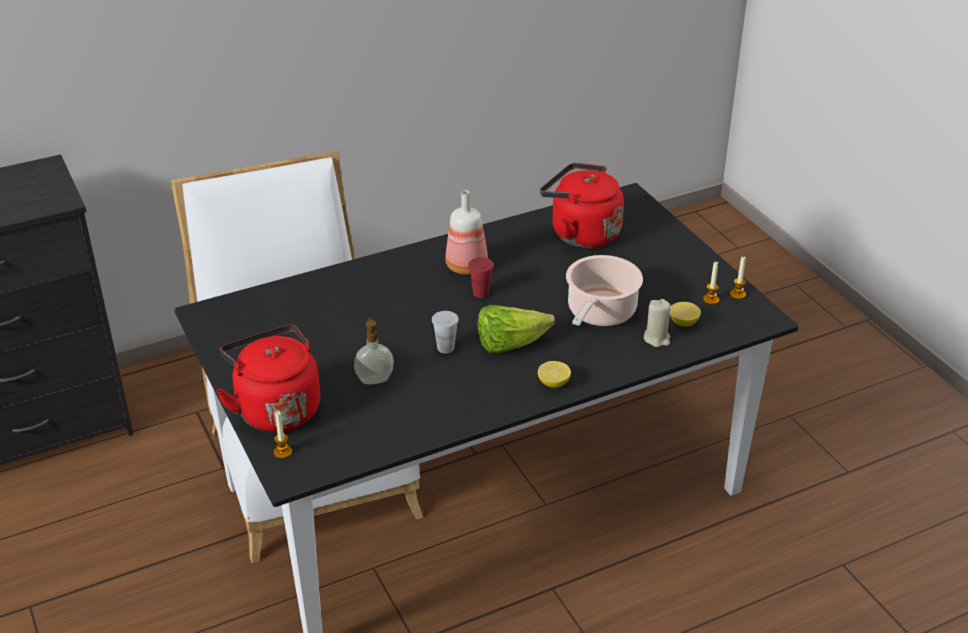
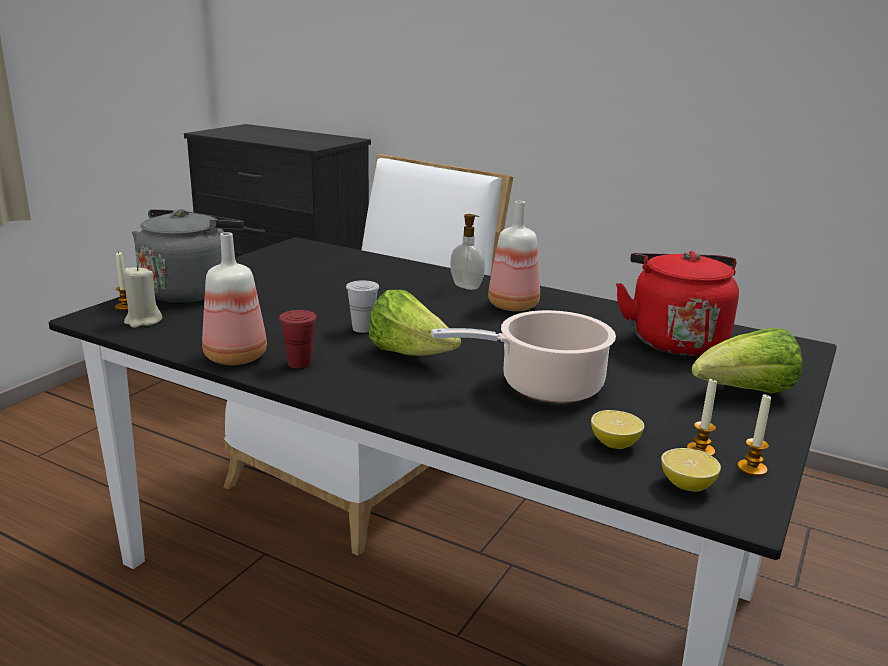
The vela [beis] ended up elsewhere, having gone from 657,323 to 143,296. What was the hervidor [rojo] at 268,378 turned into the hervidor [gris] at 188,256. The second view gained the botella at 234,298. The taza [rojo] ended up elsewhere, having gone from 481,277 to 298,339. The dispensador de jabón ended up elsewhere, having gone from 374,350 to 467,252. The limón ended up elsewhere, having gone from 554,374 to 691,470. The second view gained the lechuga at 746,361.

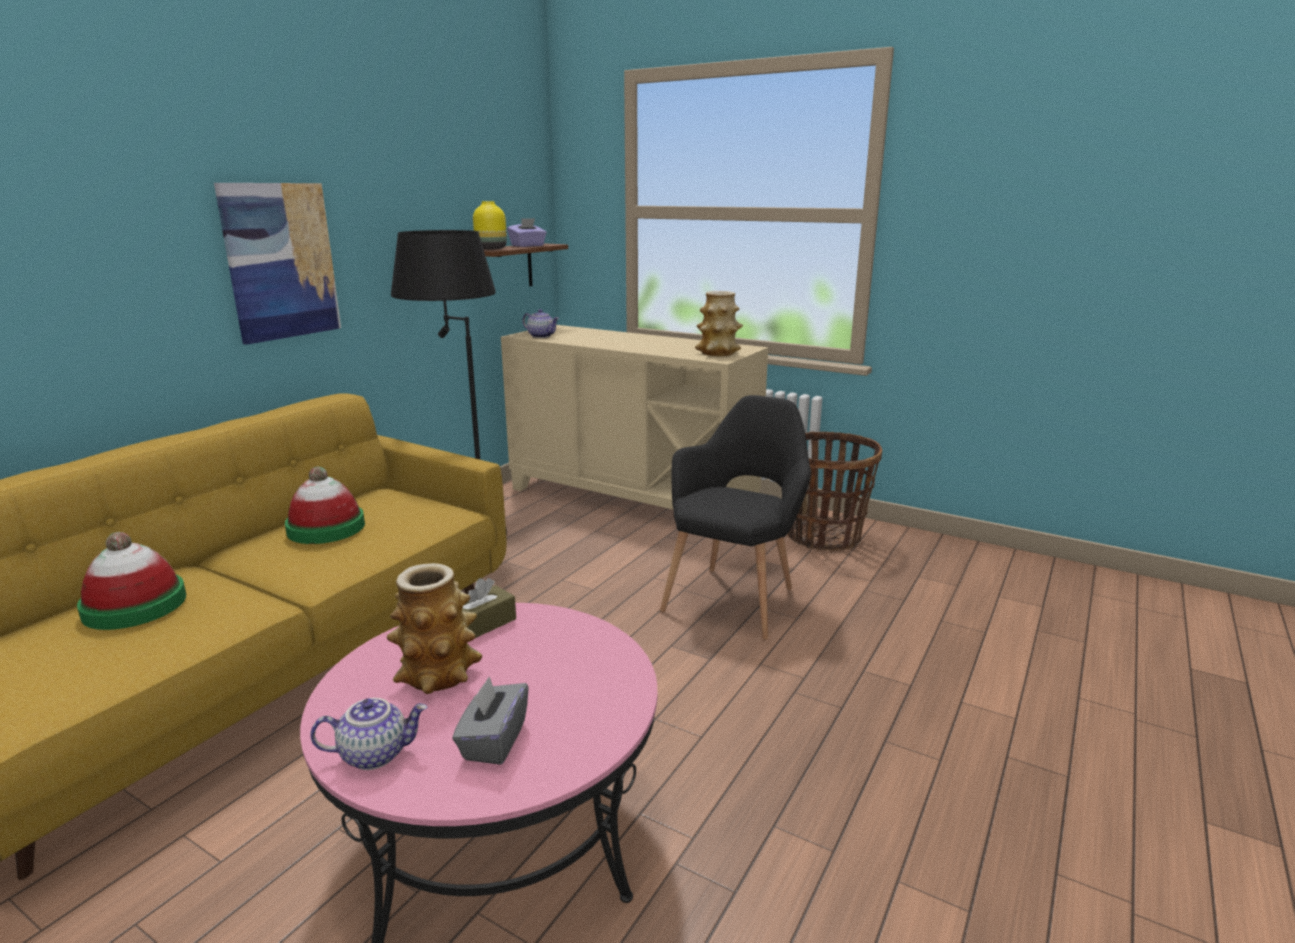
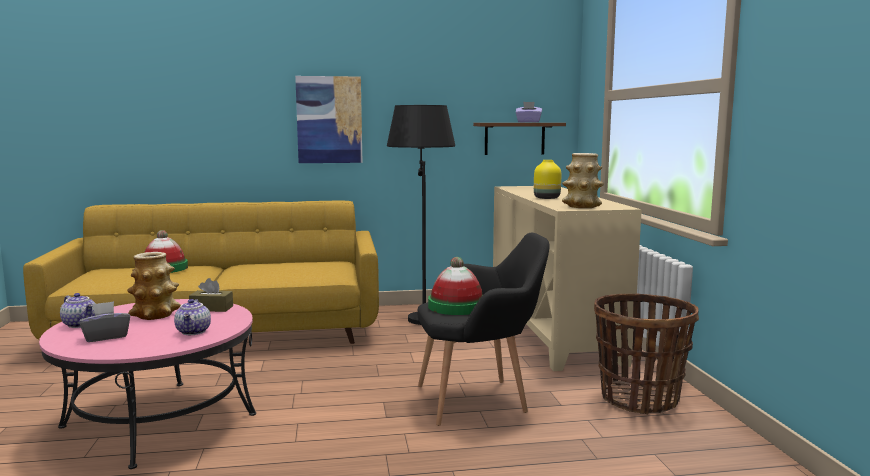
The tetera ended up elsewhere, having gone from 540,323 to 192,317. The sombrero ended up elsewhere, having gone from 325,505 to 455,286. The florero [amarillo] ended up elsewhere, having gone from 490,225 to 547,179.

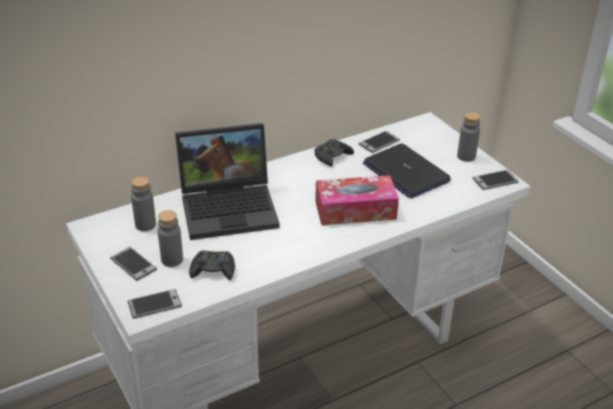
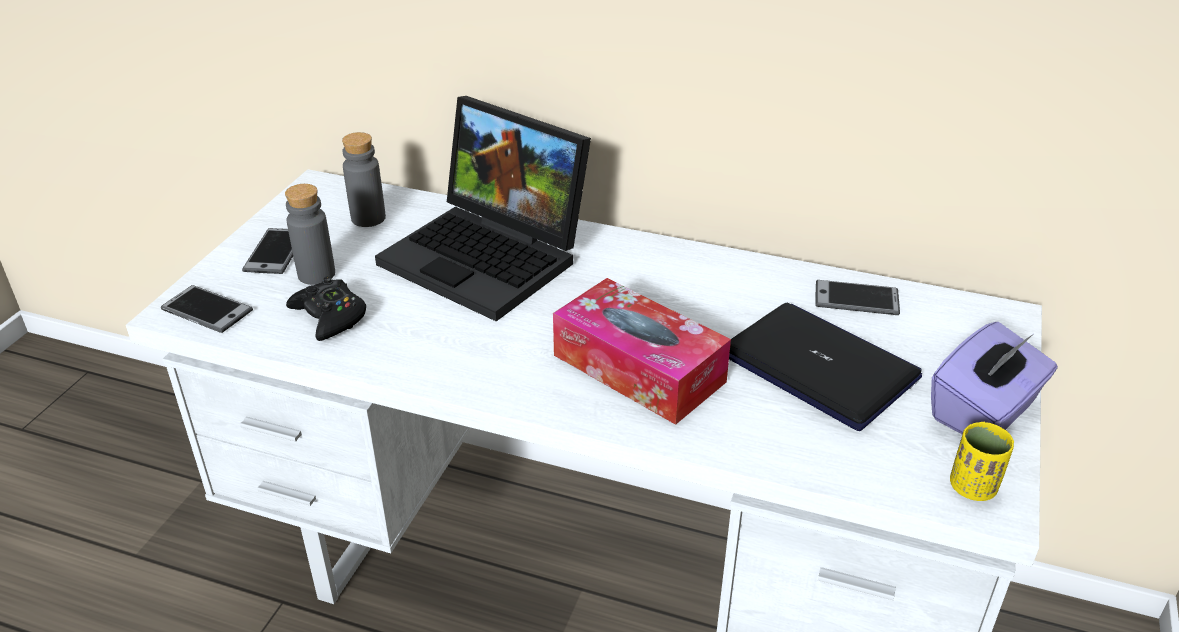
The portátil at 407,170 ended up facing another way, 120 degrees clockwise from before. Where the botella [gris] stood at 468,137, the caja de pañuelos [morado] came to stand at 994,378. Where the móvil stood at 495,180, the taza [amarillo] came to stand at 982,461. The second view lost the mando de consola [negro] at 334,153.

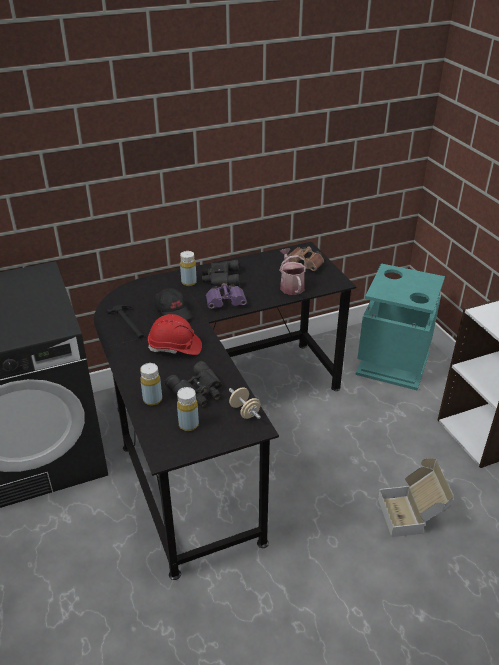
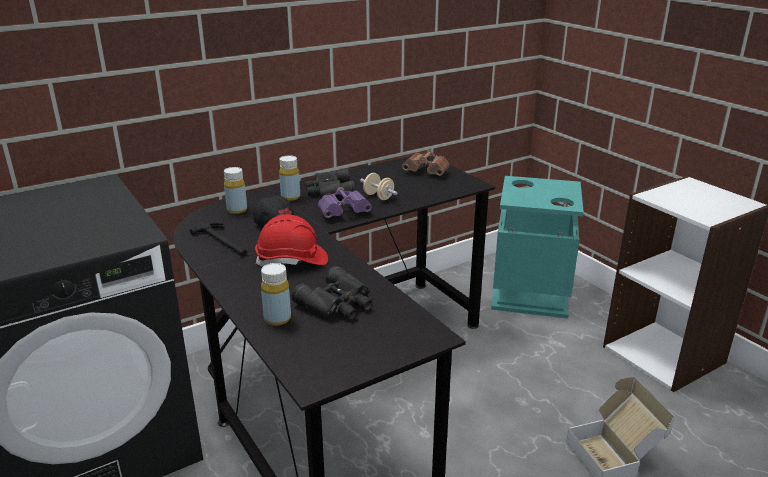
The botella [amarillo] ended up elsewhere, having gone from 188,409 to 235,190. The mancuerna [beis] ended up elsewhere, having gone from 245,403 to 379,186. The second view lost the regadera at 293,272.

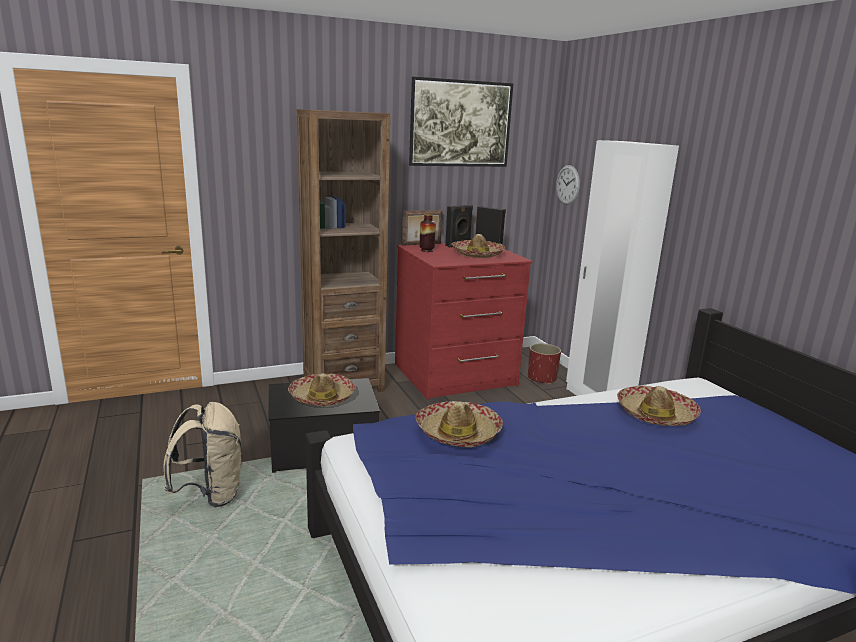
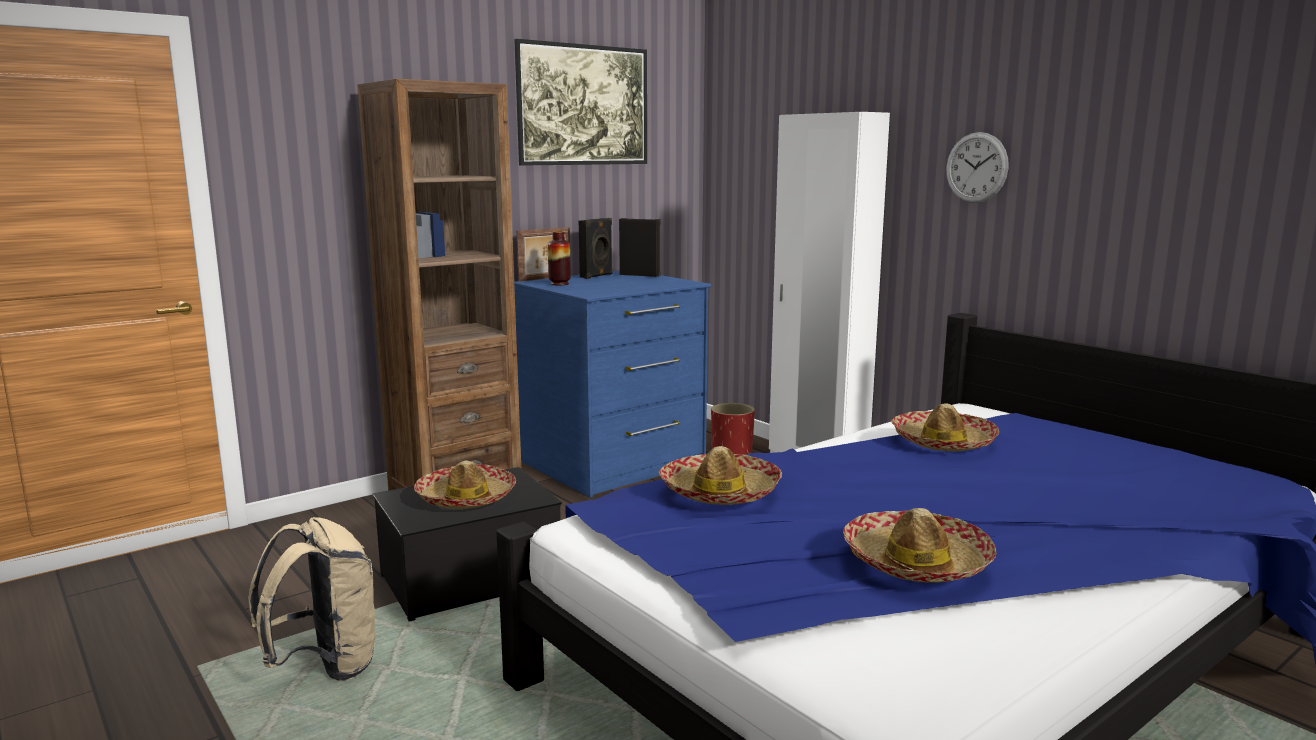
What was the cómoda [rojo] at 464,321 turned into the cómoda [azul] at 612,384. The sombrero ended up elsewhere, having gone from 478,246 to 920,545. The reloj de pared ended up elsewhere, having gone from 568,185 to 977,167.

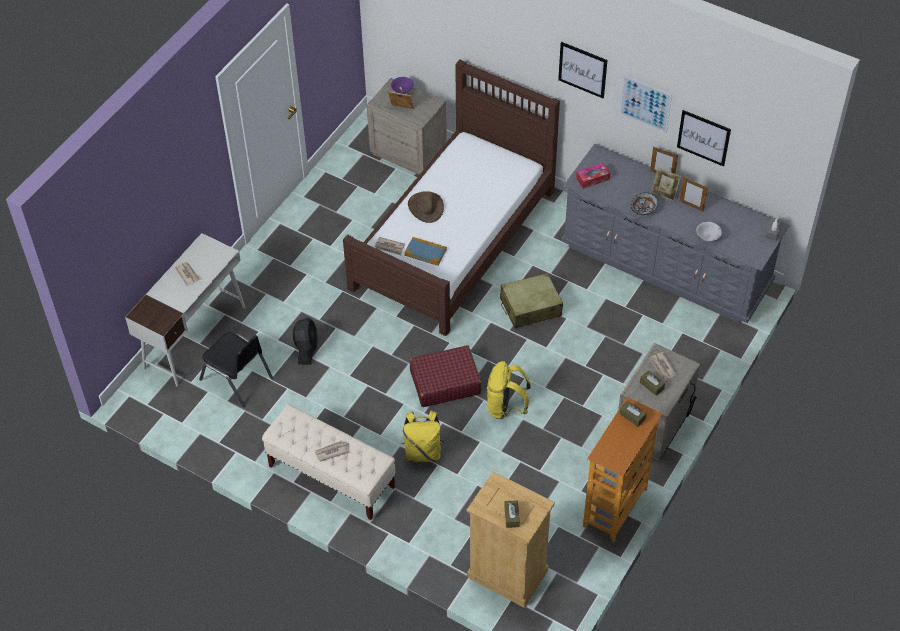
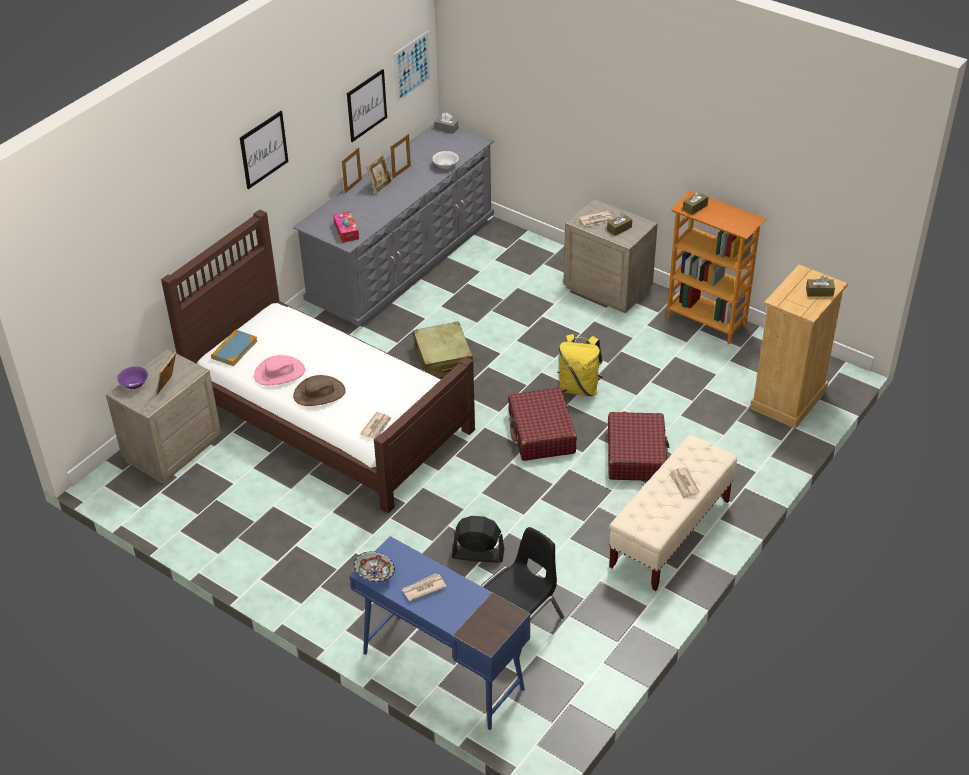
The libro ended up elsewhere, having gone from 425,251 to 234,347. The second view gained the sombrero [rosa] at 279,370. What was the escritorio [blanco] at 185,309 turned into the escritorio [azul] at 439,633. The cuenco ended up elsewhere, having gone from 644,203 to 374,567. The cuadro ended up elsewhere, having gone from 645,104 to 412,67. Where the mochila [amarillo] stood at 422,436, the maleta [rojo] came to stand at 638,446.

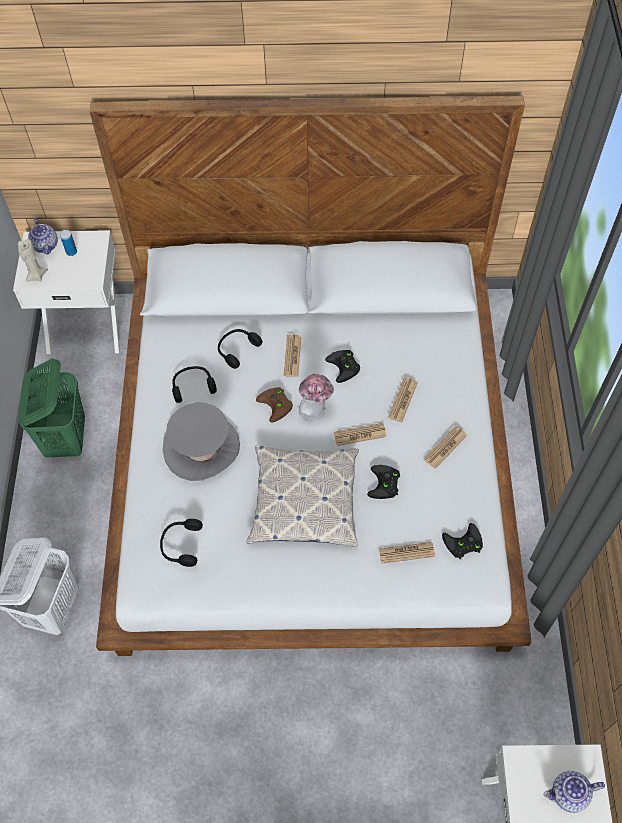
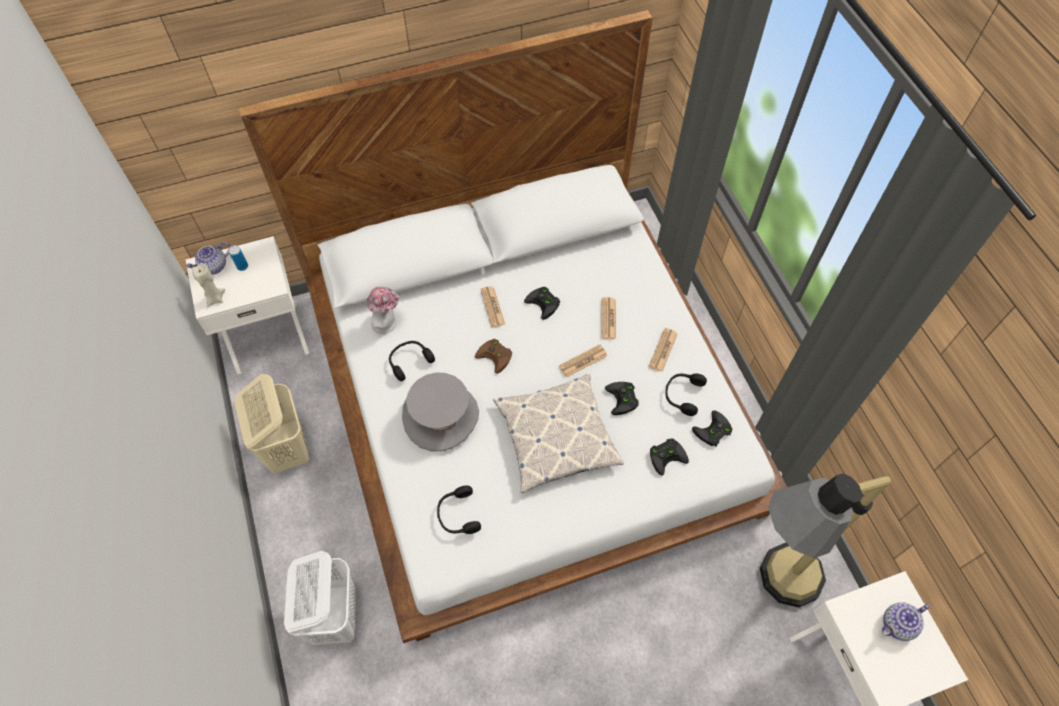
The tetera at 43,235 ended up facing another way, 90 degrees clockwise from before. What was the cesto de la ropa [verde] at 51,407 turned into the cesto de la ropa [beis] at 272,424. The sombrero ended up elsewhere, having gone from 316,397 to 382,310. Where the periódico stood at 407,553, the mando de consola [negro] came to stand at 669,457. The auriculares [negro] ended up elsewhere, having gone from 240,349 to 686,394. The second view gained the lámpara de pie at 825,540.

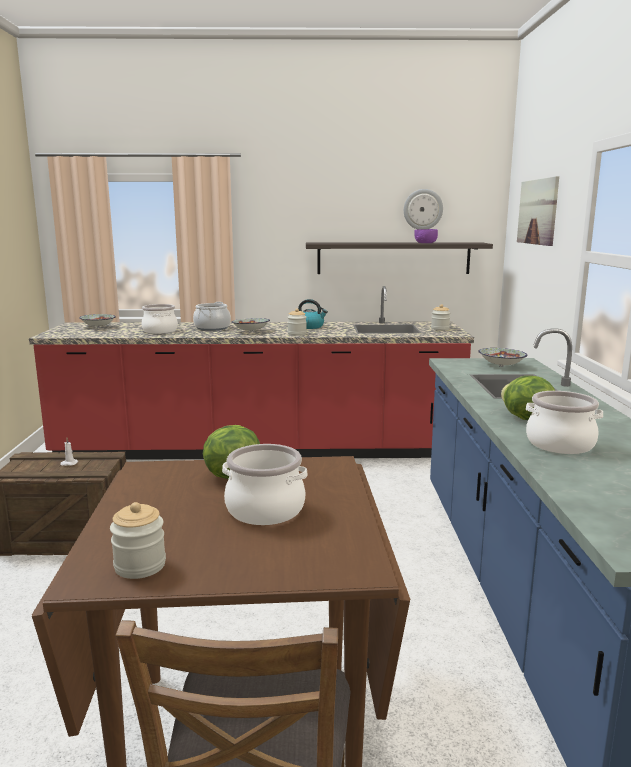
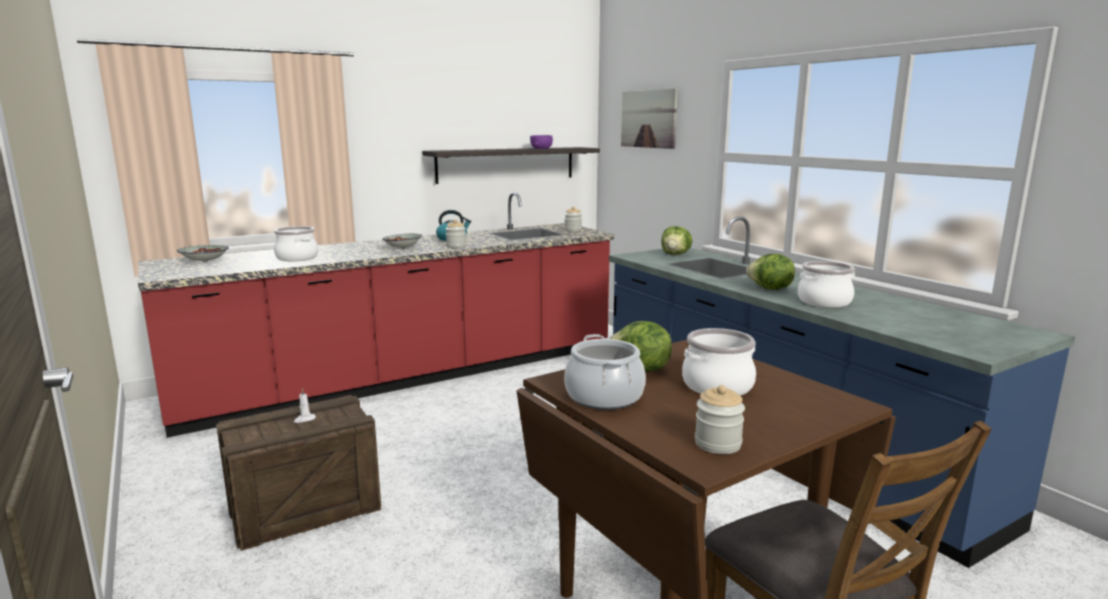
The olla ended up elsewhere, having gone from 212,316 to 605,372. Where the cuenco stood at 502,357, the lechuga came to stand at 677,240. The second view lost the reloj de pared at 423,209.

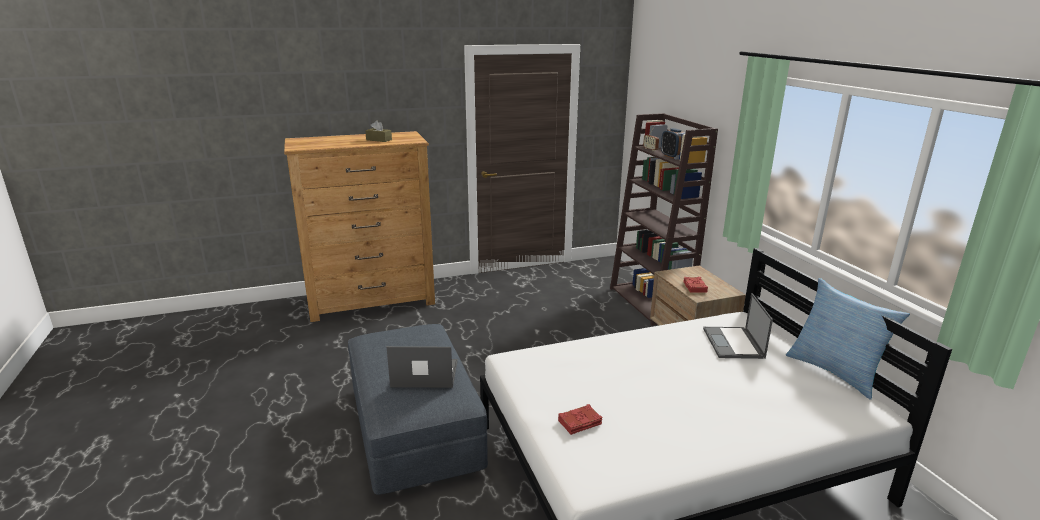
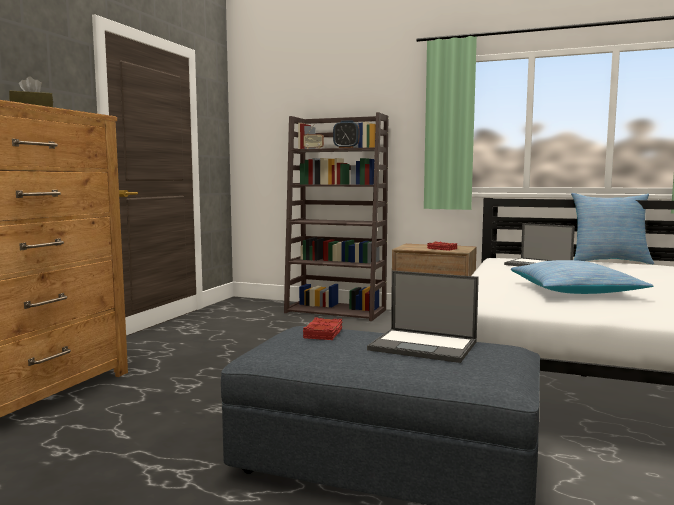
The libro [rojo] ended up elsewhere, having gone from 580,419 to 323,328. The portátil at 422,367 ended up facing another way, 105 degrees counterclockwise from before. The second view gained the cojín at 582,277.

